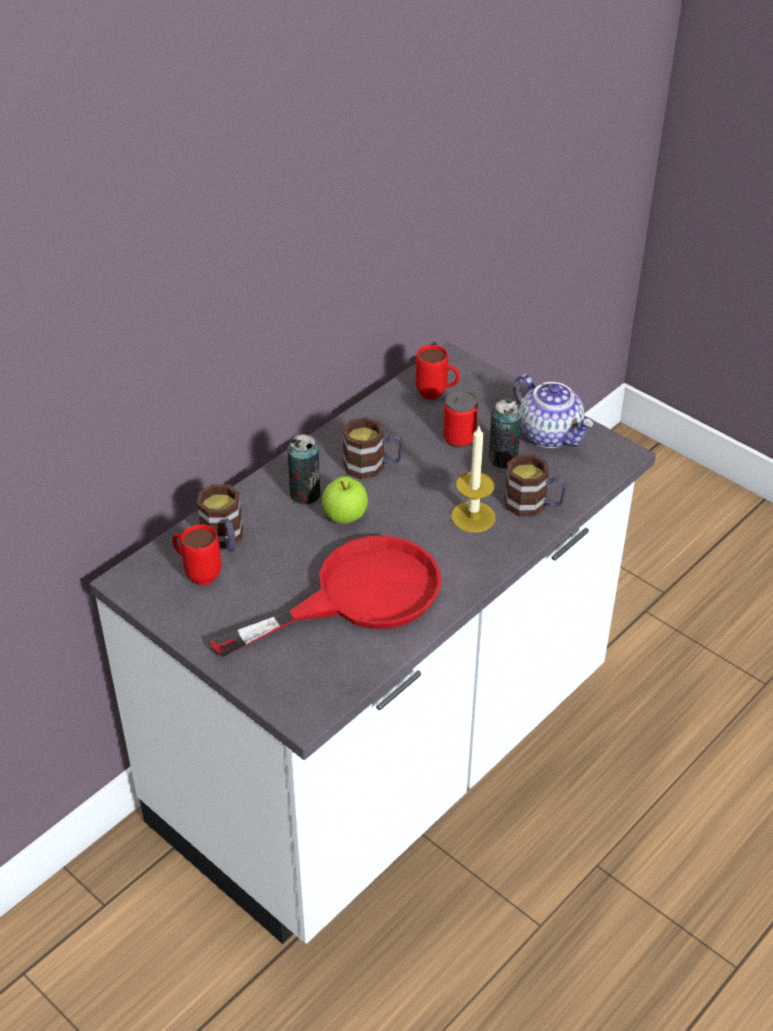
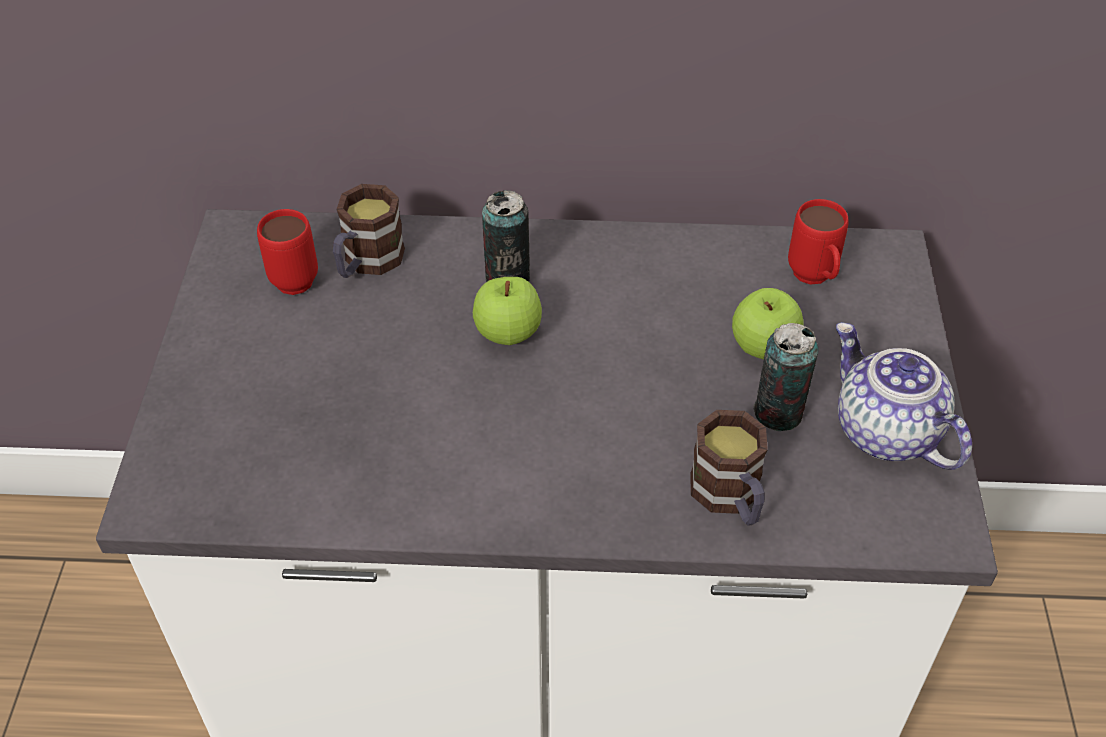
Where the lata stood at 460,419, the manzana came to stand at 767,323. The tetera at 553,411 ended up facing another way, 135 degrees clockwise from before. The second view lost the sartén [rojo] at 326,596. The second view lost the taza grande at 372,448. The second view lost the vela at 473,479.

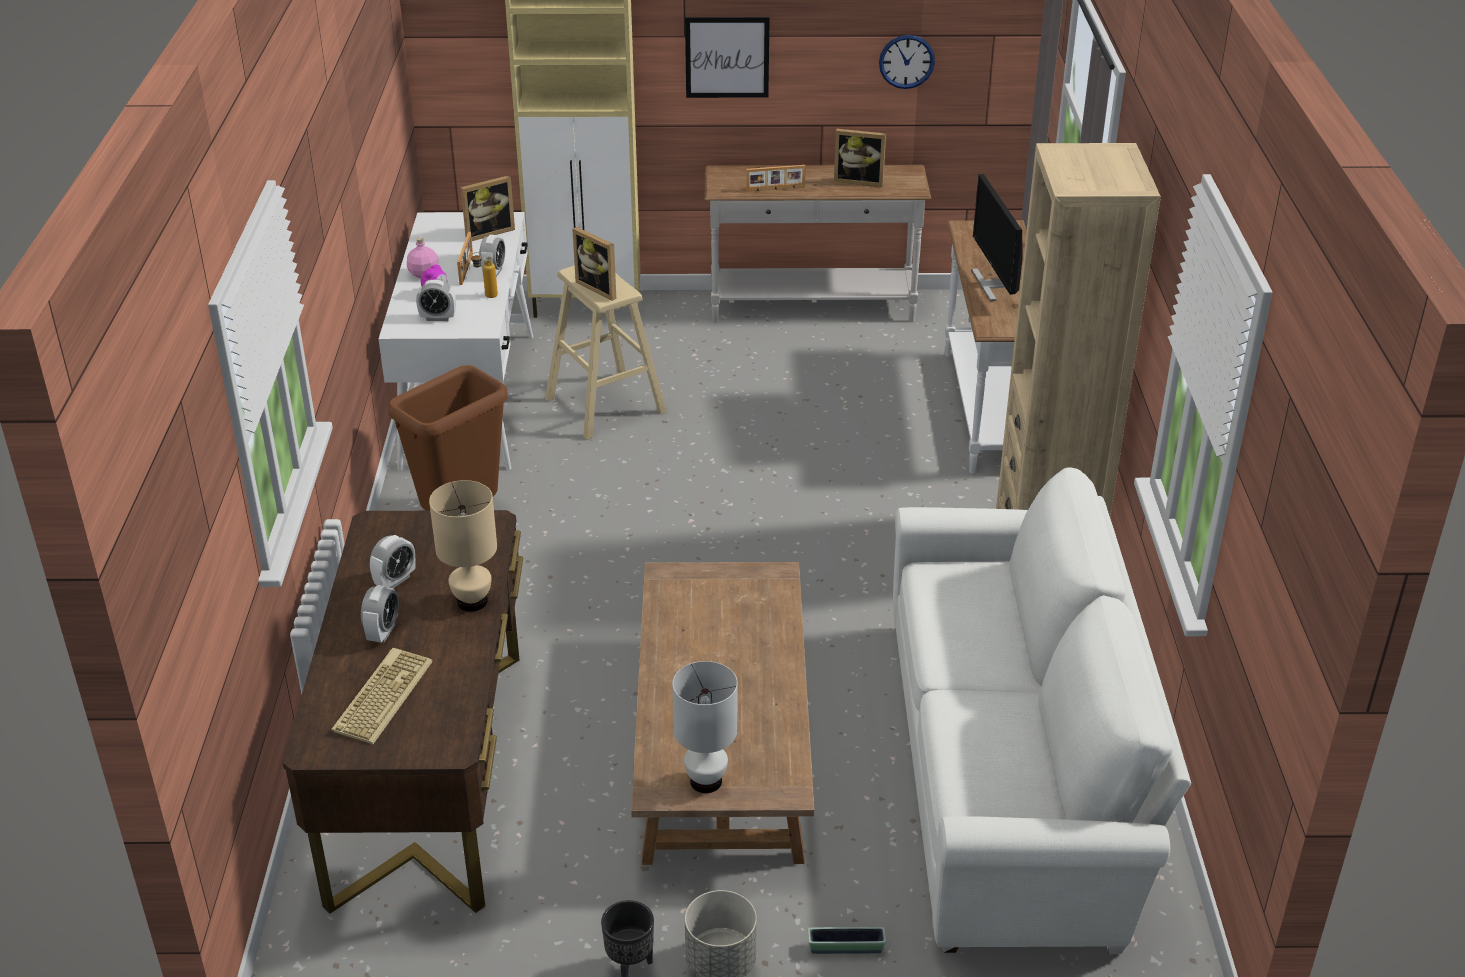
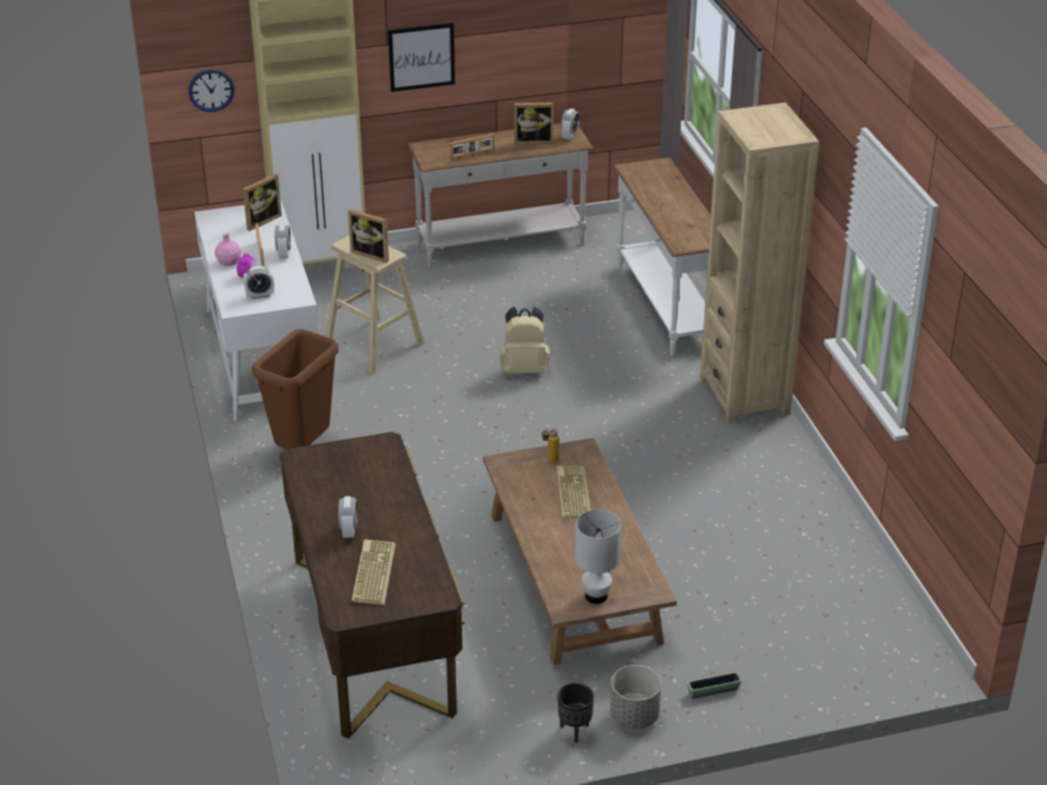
The reloj de pared ended up elsewhere, having gone from 907,62 to 212,91. The second view gained the mochila [beis] at 525,340. The botella ended up elsewhere, having gone from 484,275 to 550,445. The second view gained the teclado at 573,492. The despertador ended up elsewhere, having gone from 393,561 to 570,124. The second view lost the lámpara de mesa [beis] at 463,546. The second view lost the sofá [blanco] at 1042,710. The second view lost the monitor at 997,237.

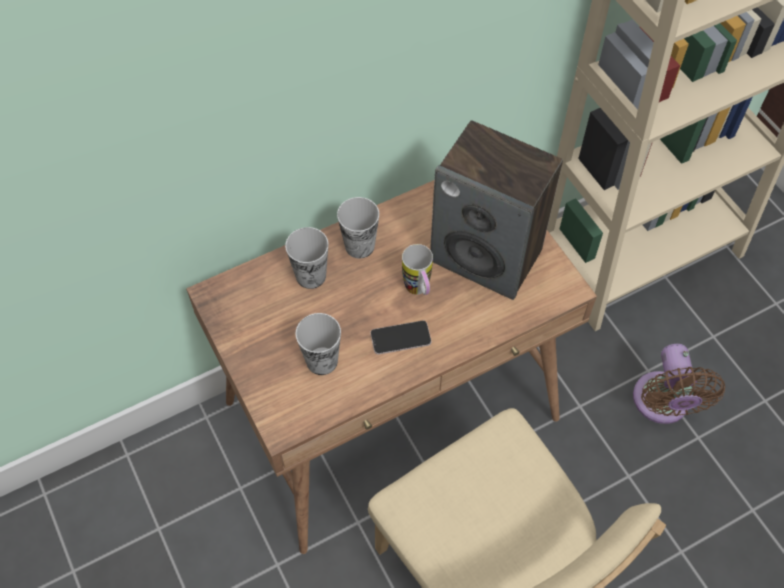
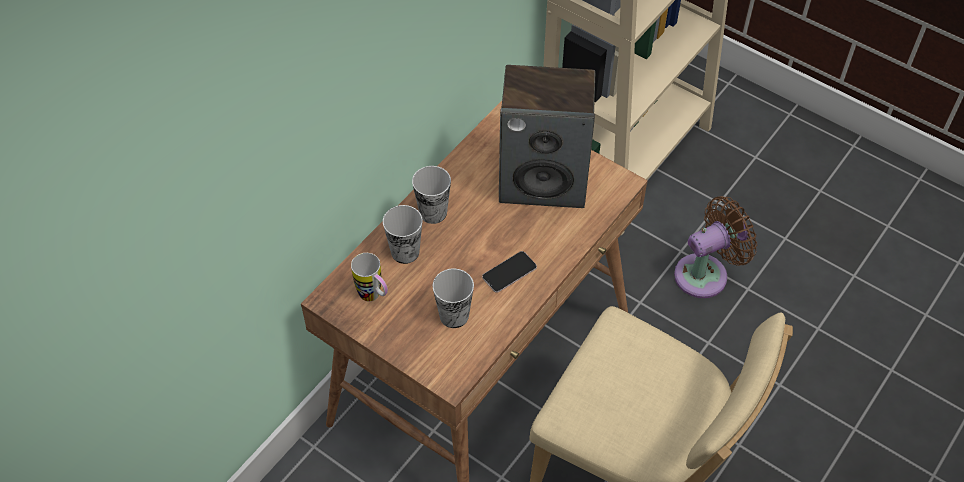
The taza grande ended up elsewhere, having gone from 417,269 to 369,277. The ventilador [marrón] at 679,384 ended up facing another way, 90 degrees counterclockwise from before.

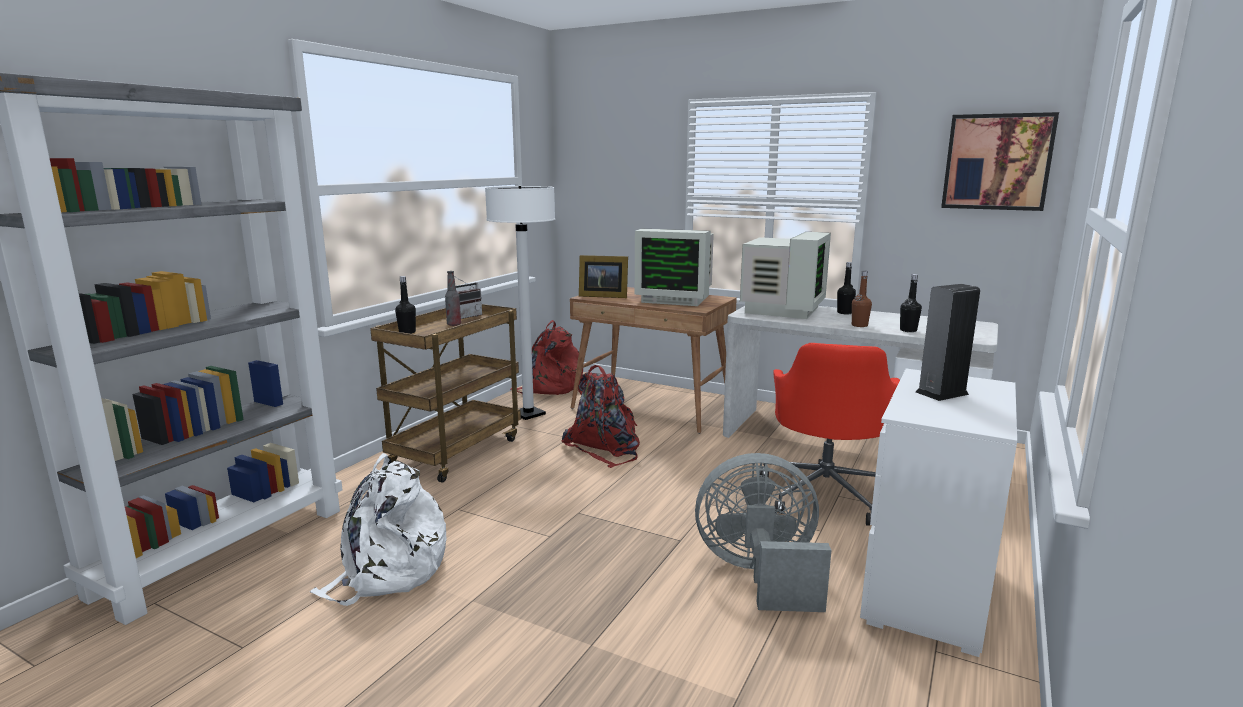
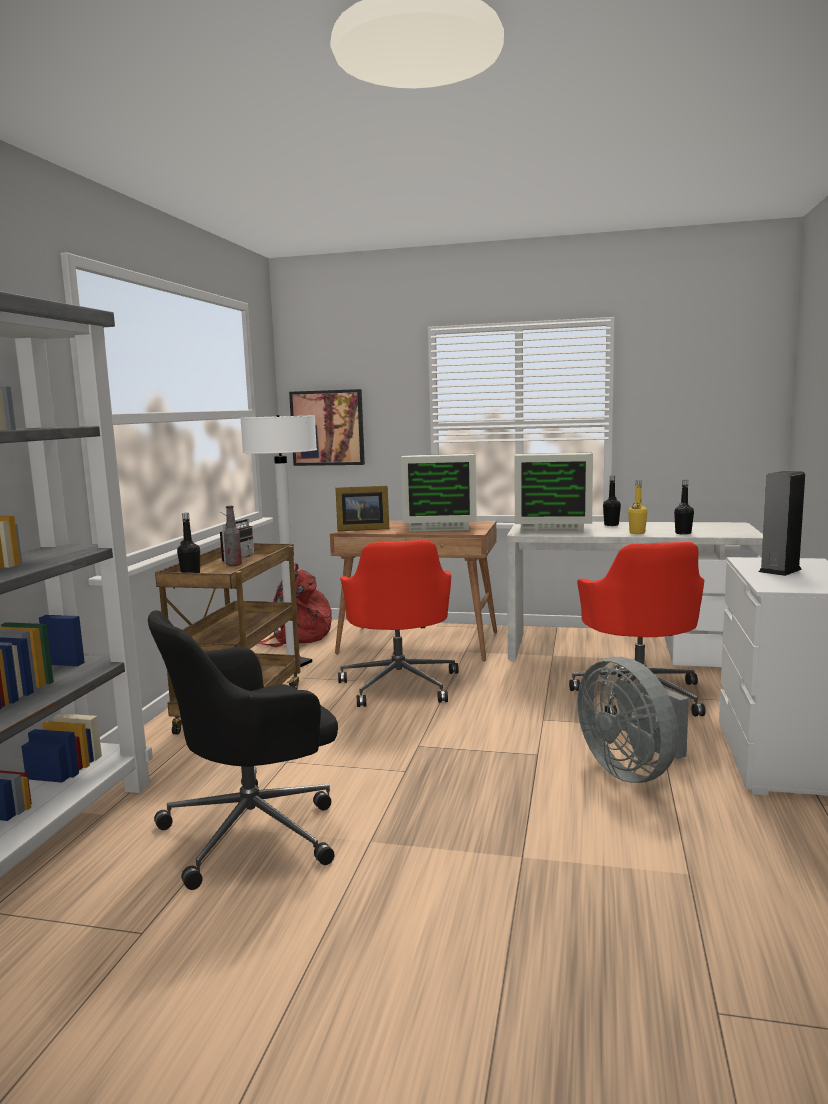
Where the mochila [blanco] stood at 378,529, the silla de oficina [negro] came to stand at 243,750. The cuadro ended up elsewhere, having gone from 1000,161 to 327,427. Where the mochila [rojo] stood at 600,416, the silla de oficina [rojo] came to stand at 398,623. The monitor at 785,275 ended up facing another way, 90 degrees clockwise from before. The ventilador [gris] at 763,532 ended up facing another way, 105 degrees counterclockwise from before. What was the botella [marrón] at 862,299 turned into the botella [amarillo] at 637,507.

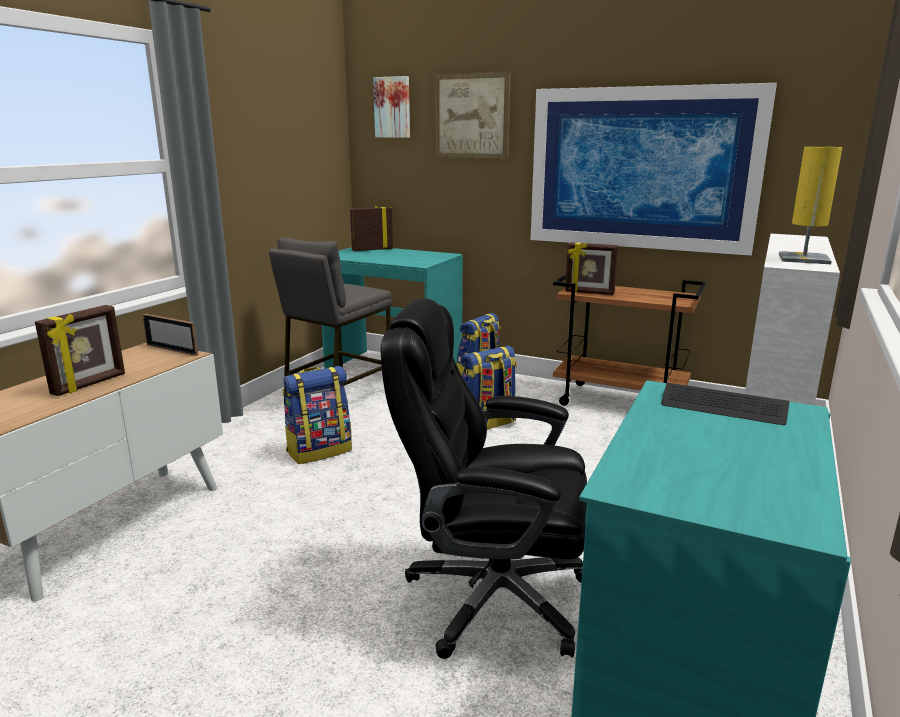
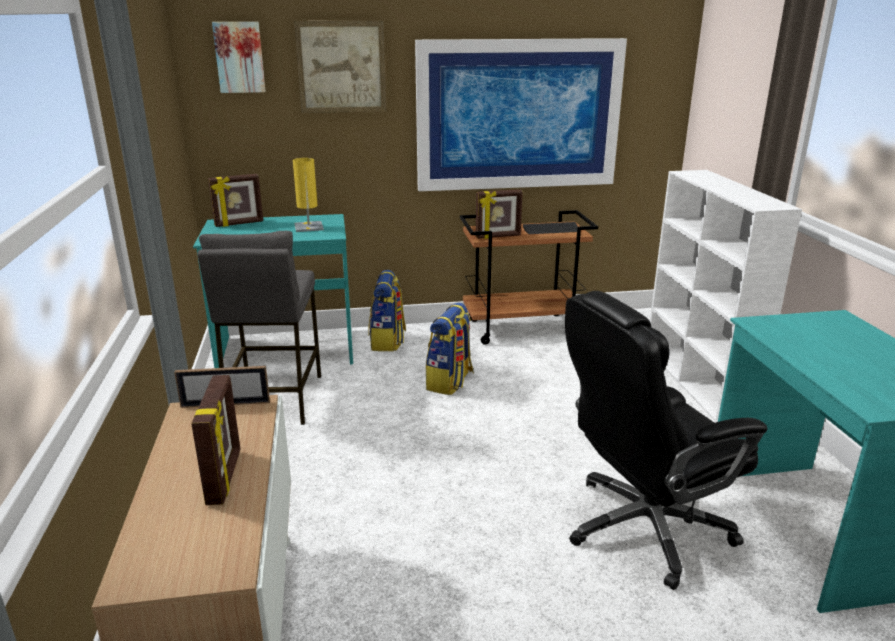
The portarretratos at 371,228 ended up facing another way, 150 degrees counterclockwise from before. The lámpara de mesa [amarillo] ended up elsewhere, having gone from 810,205 to 308,195. The teclado ended up elsewhere, having gone from 725,404 to 550,228. The second view lost the mochila at 317,415.

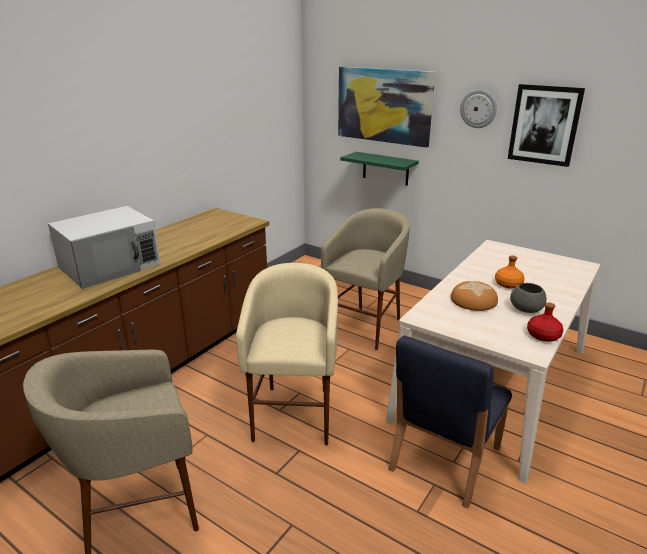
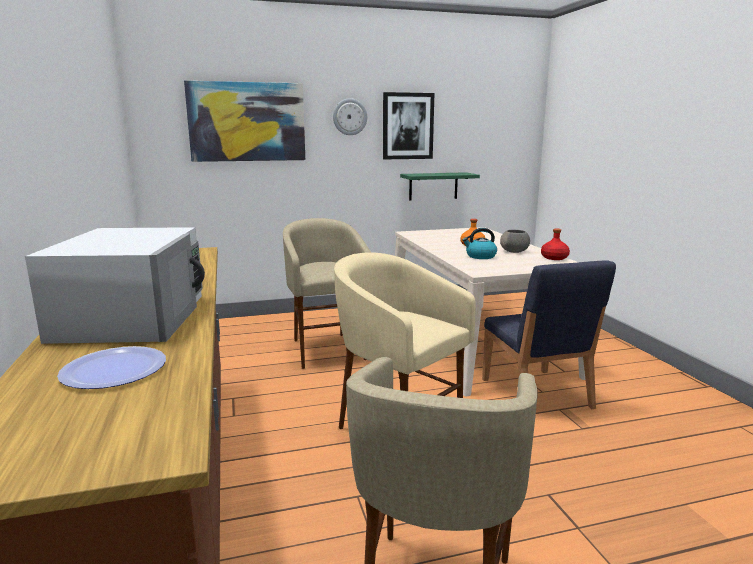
The second view gained the plato at 111,367. The estante [verde] ended up elsewhere, having gone from 379,169 to 440,186. Where the pan stood at 474,296, the hervidor came to stand at 479,243.

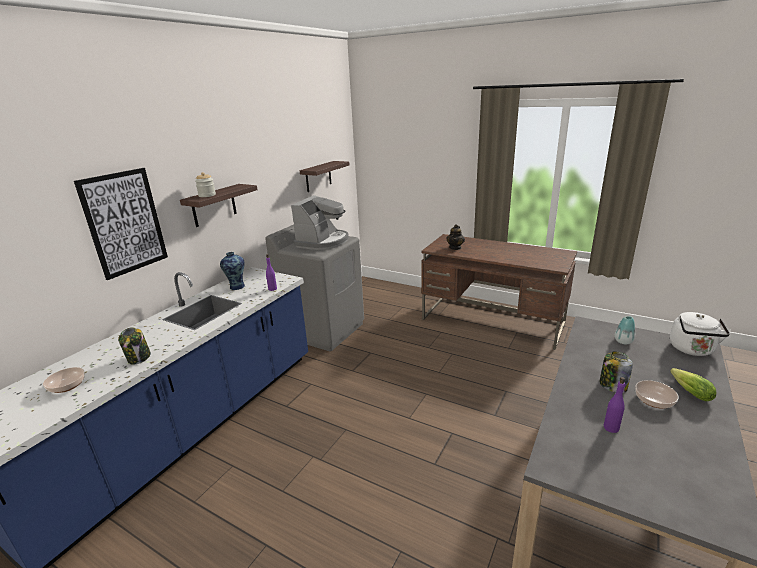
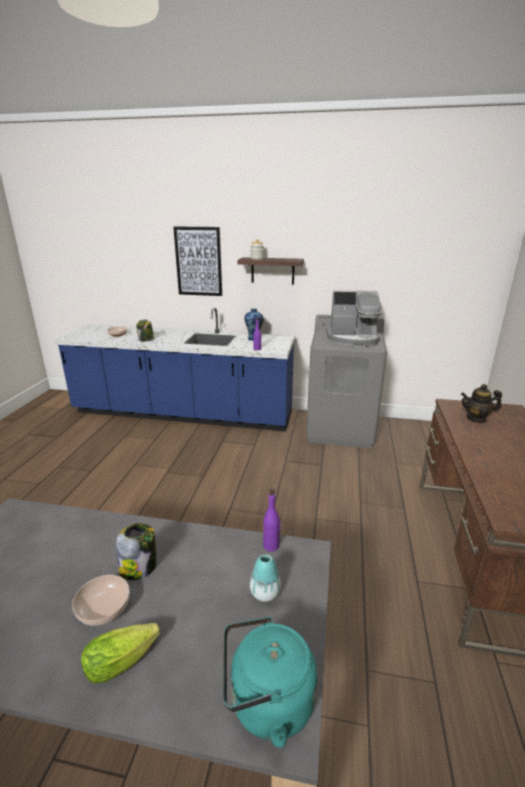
What was the hervidor [blanco] at 700,334 turned into the hervidor [turquesa] at 270,682. The botella [morado] ended up elsewhere, having gone from 614,405 to 271,520. The second view lost the estante at 325,176.

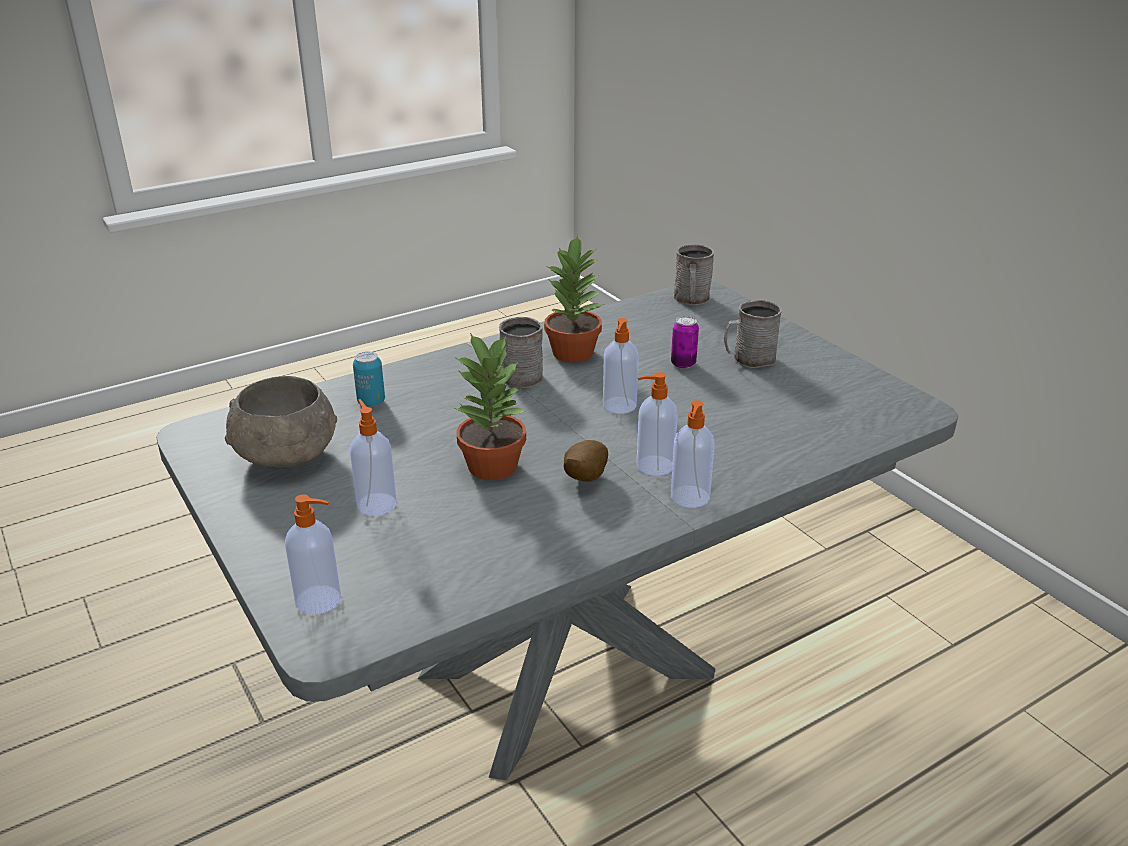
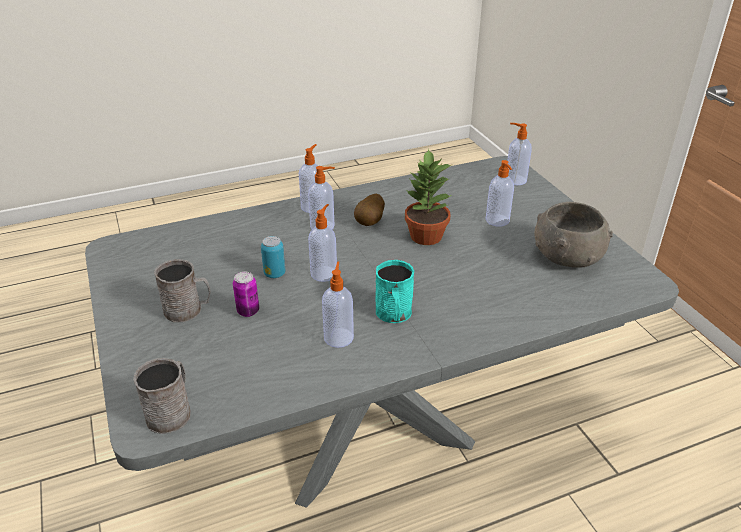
The lata ended up elsewhere, having gone from 369,379 to 273,257. Where the planta en maceta stood at 574,298, the dispensador de jabón came to stand at 338,304. What was the taza grande [gris] at 521,353 turned into the taza grande [turquesa] at 394,291.

